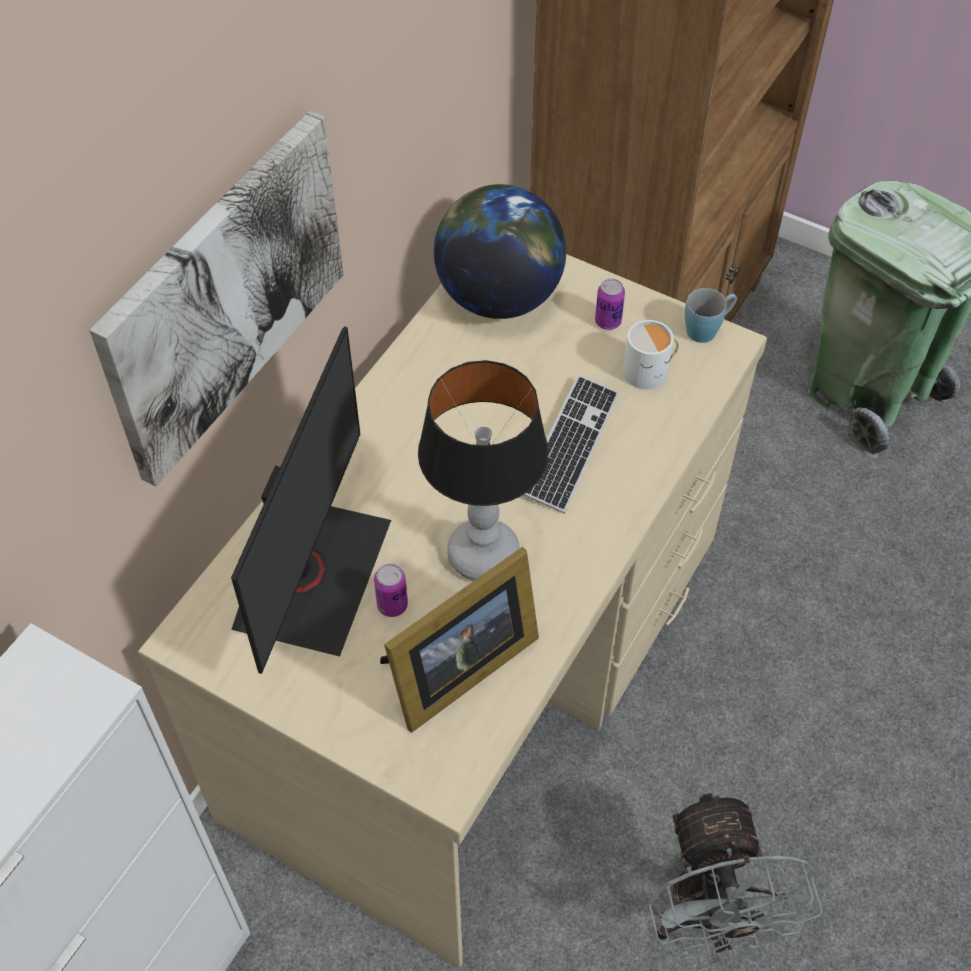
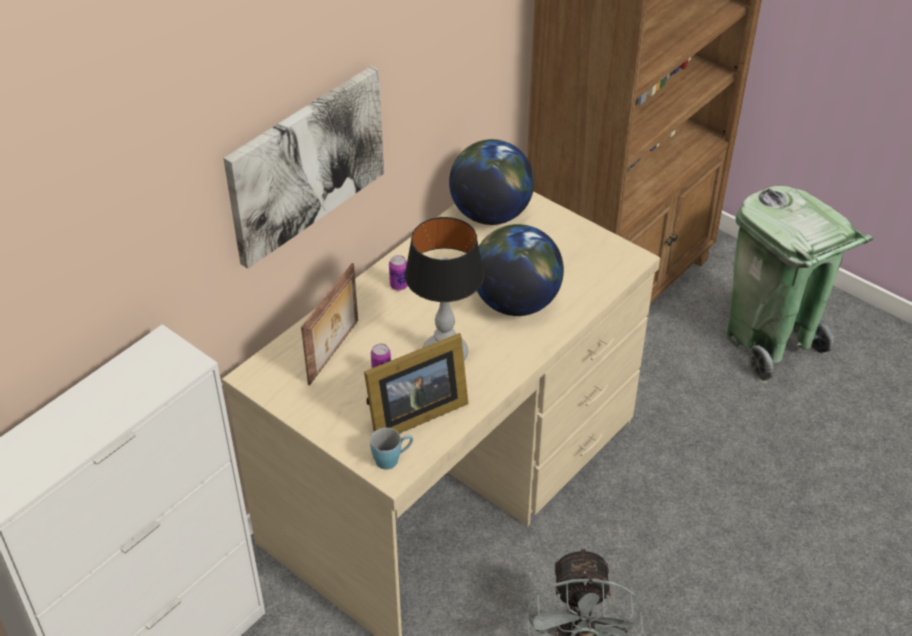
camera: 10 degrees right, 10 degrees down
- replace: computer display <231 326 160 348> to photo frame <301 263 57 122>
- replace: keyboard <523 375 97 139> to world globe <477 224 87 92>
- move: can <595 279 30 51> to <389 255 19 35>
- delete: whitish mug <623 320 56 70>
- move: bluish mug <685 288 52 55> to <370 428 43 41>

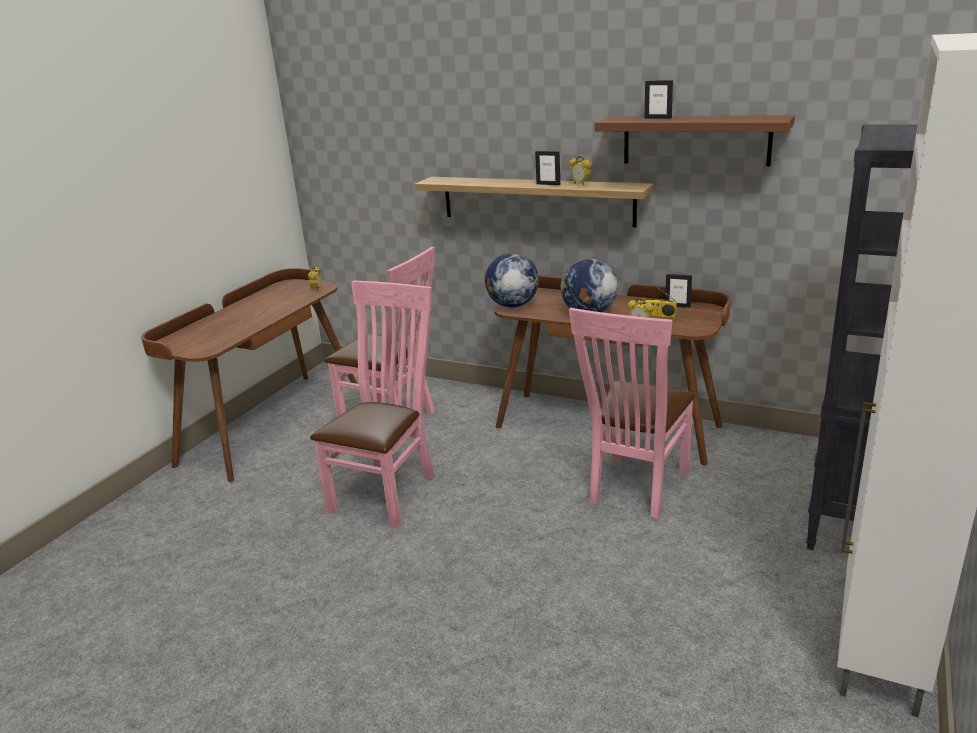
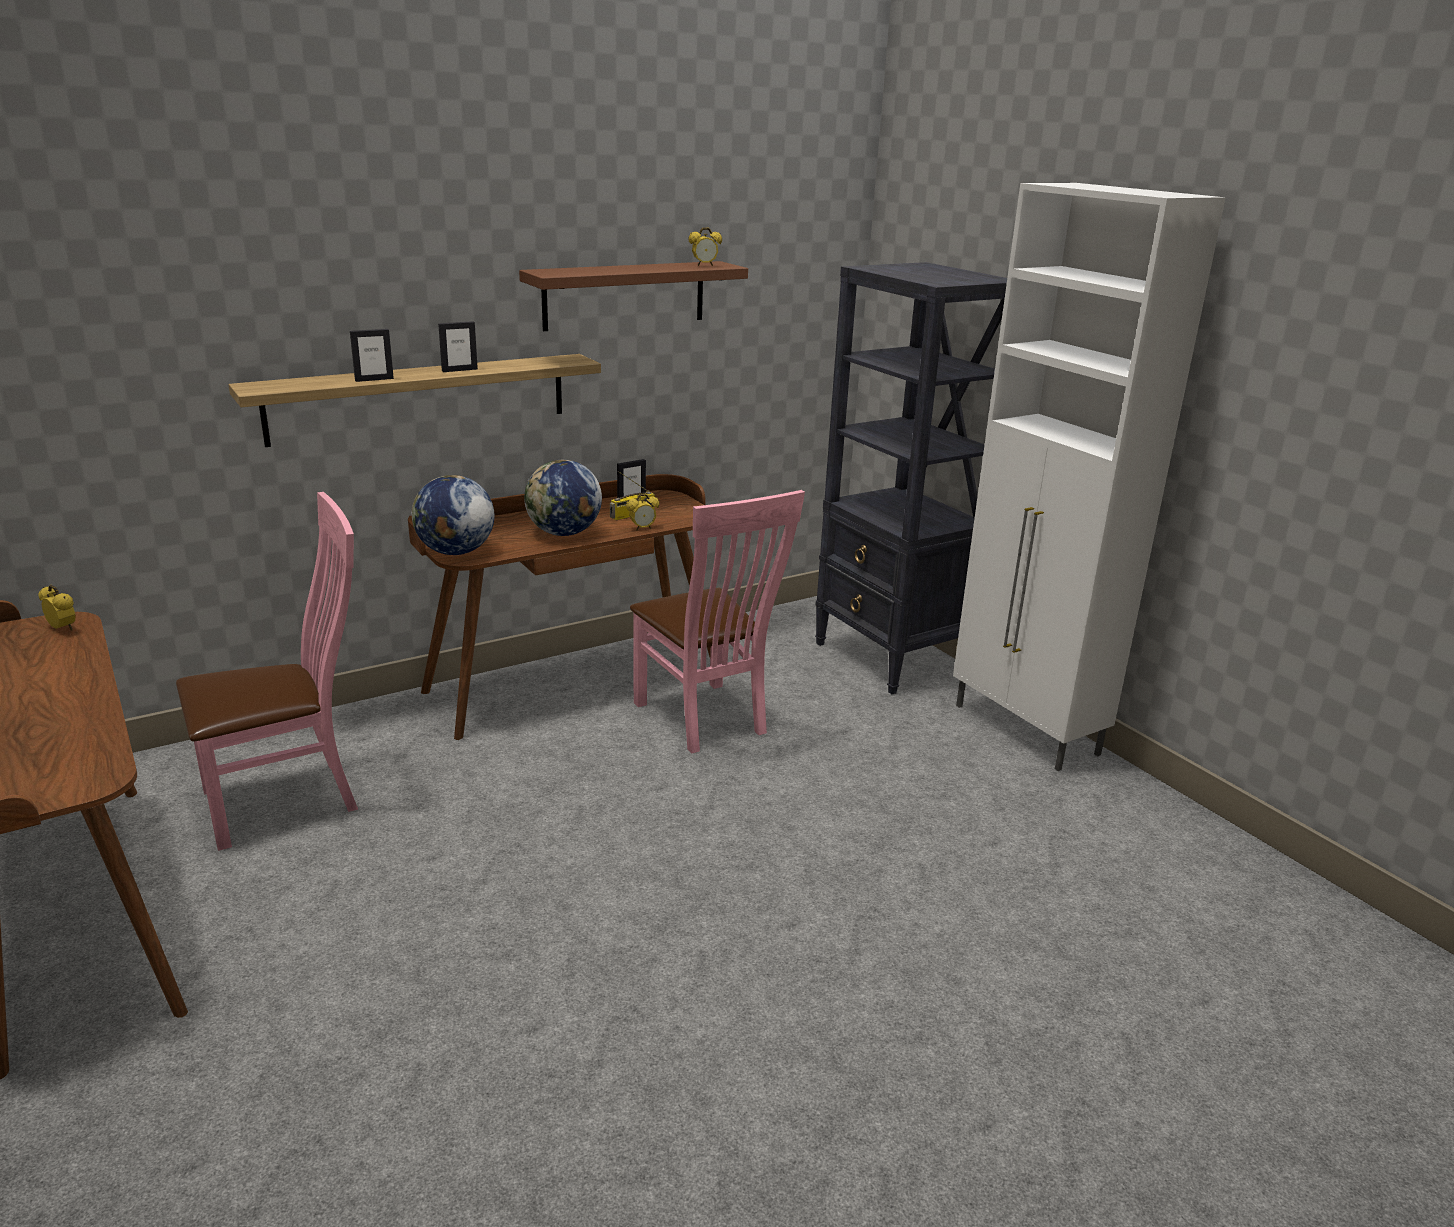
camera: 60 degrees left, 0 degrees up
- delete: pink-coloured chair <310 280 125 248>
- move: alarm clock <569 156 23 29> to <688 227 34 39>
- move: photo frame <645 80 28 39> to <350 329 44 53>

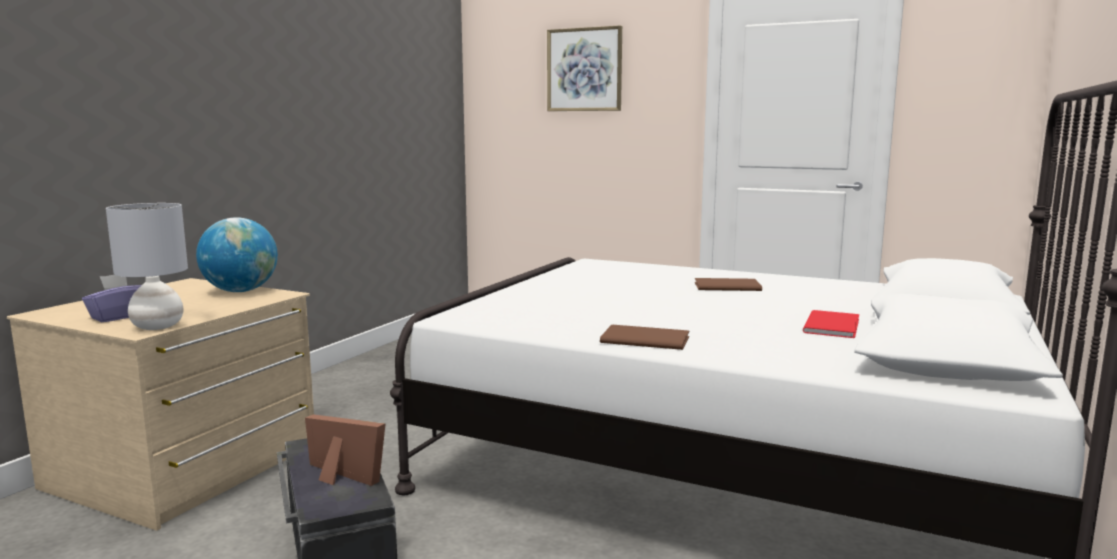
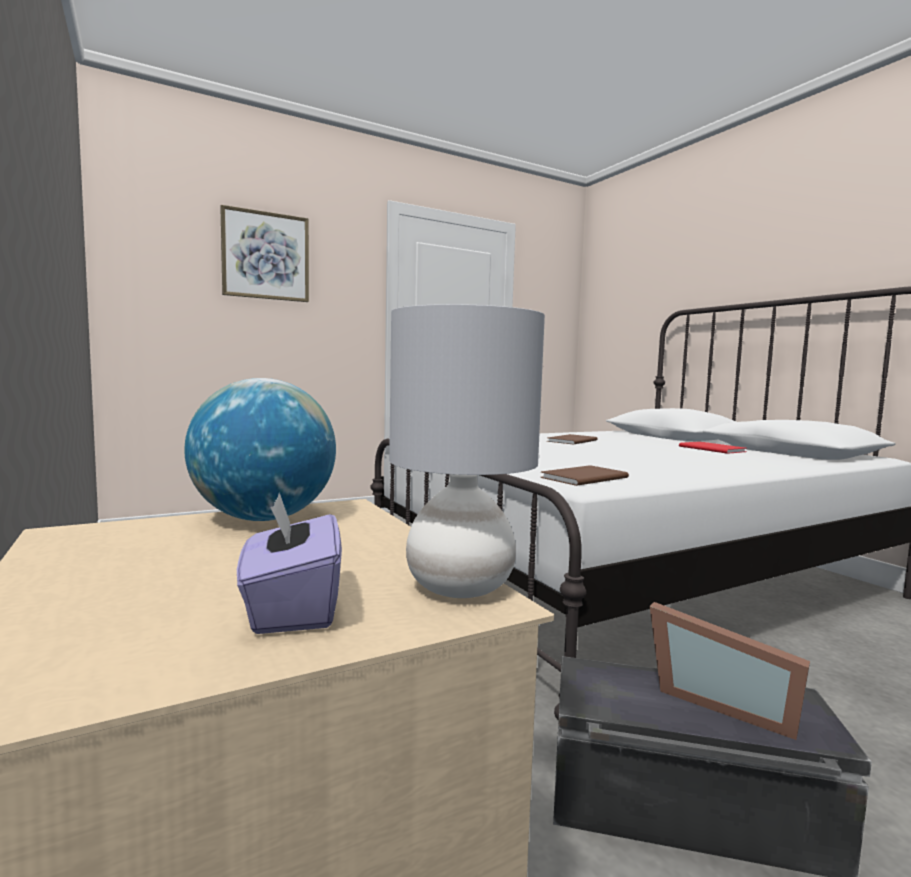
camera: 55 degrees left, 5 degrees down
- rotate: photo frame <305 414 81 72> = <650 602 160 138> 120 degrees counterclockwise
- move: brownish bound book <600 325 89 25> to <541 465 88 21>

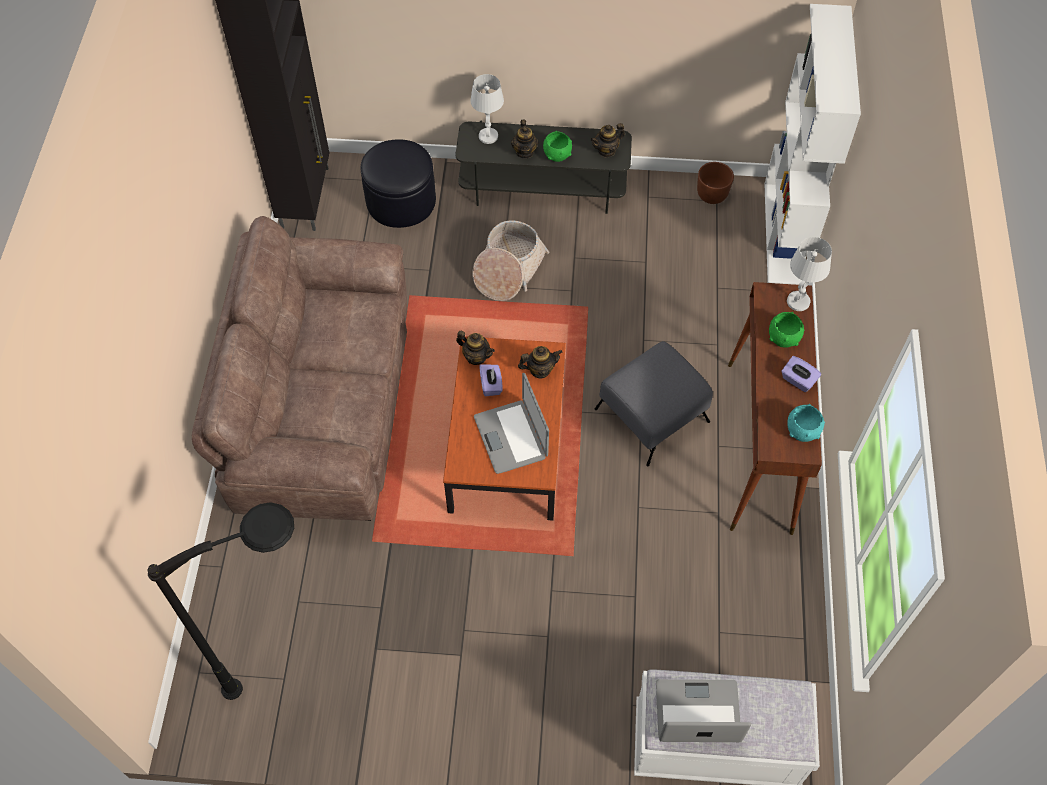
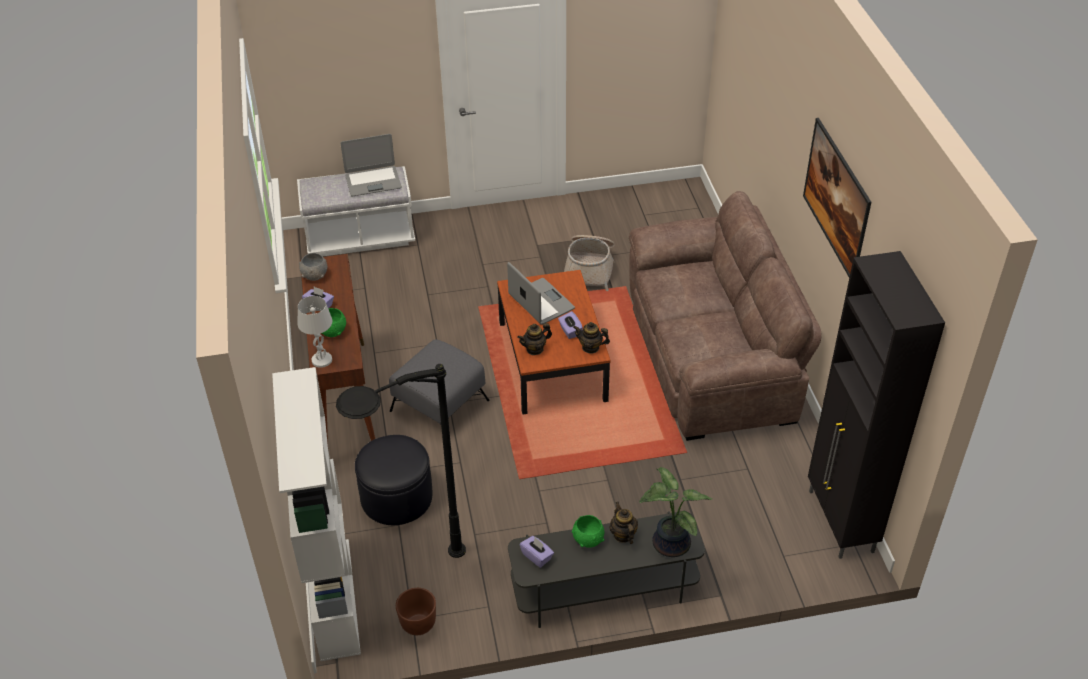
camera: 165 degrees right, 15 degrees down
- move: black standard lamp <148 502 146 198> to <336 364 130 194>
- move: black ottoman <361 139 75 89> to <355 435 77 90>
- replace: whitish tabletop lamp <470 74 34 70> to houseplant <639 467 73 90>
- move: household basket <473 220 76 81> to <564 235 51 56>
- replace: tea pot <591 123 34 35> to purple tissue box <520 536 34 32>
- recolor: turquoise-coloured serving bowl <787 404 38 38> to gray serving bowl <299 253 28 28>
- insert: wall art <803 118 68 159>

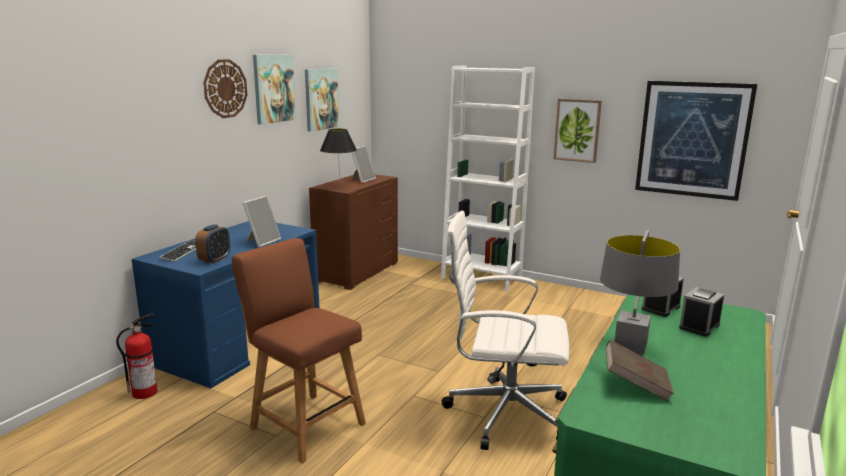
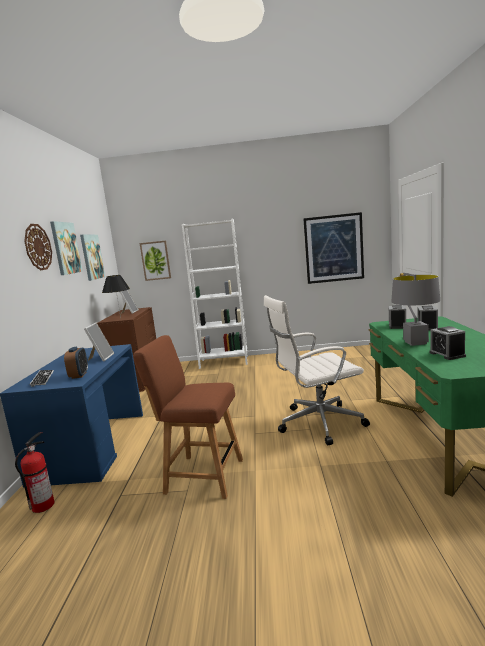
camera: 25 degrees left, 5 degrees down
- move: wall art <554 98 48 65> to <140 241 31 40>
- replace: brownish bound book <605 340 69 61> to alarm clock <430 326 36 34>

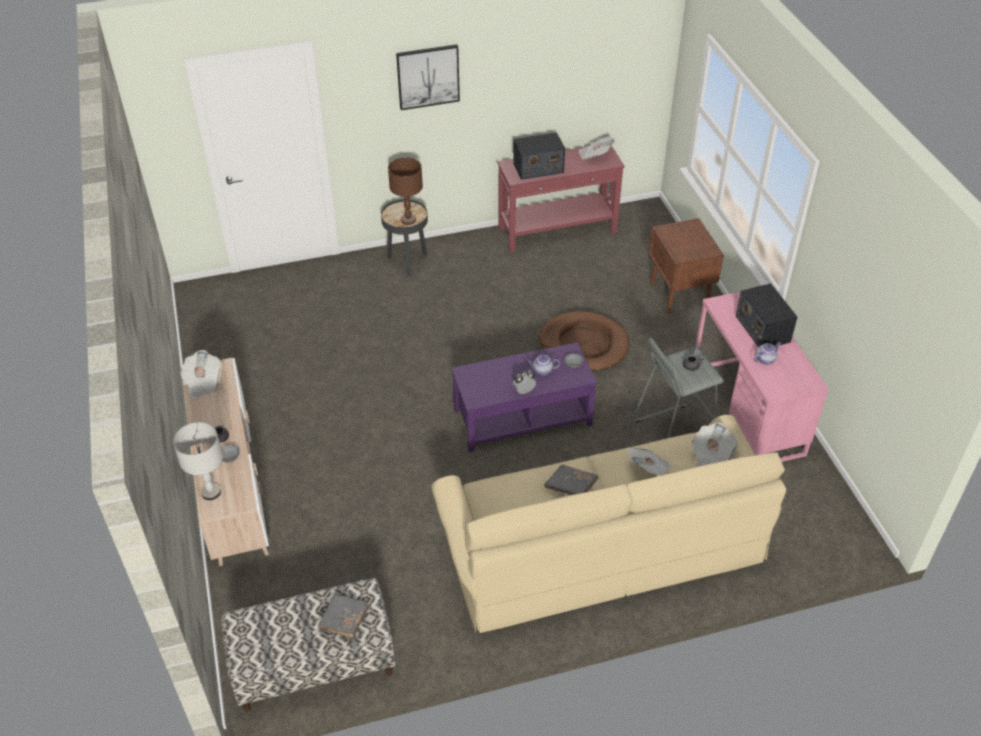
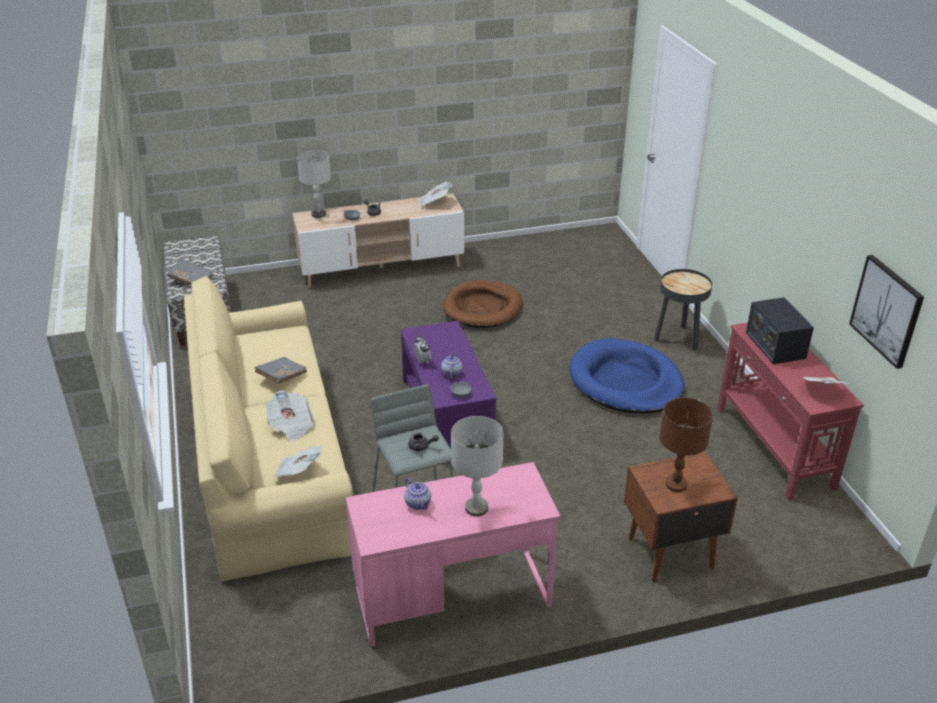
camera: 90 degrees right, 10 degrees down
- move: brownish tabletop lamp <388 157 35 68> to <660 397 53 95>
- move: wall art <396 44 64 66> to <849 255 75 114>
- move: brownish pet bed <539 311 90 60> to <443 280 79 48>
- replace: radio <736 283 61 64> to gray tabletop lamp <451 416 53 101>
- insert: bluish pet bed <570 338 114 76>

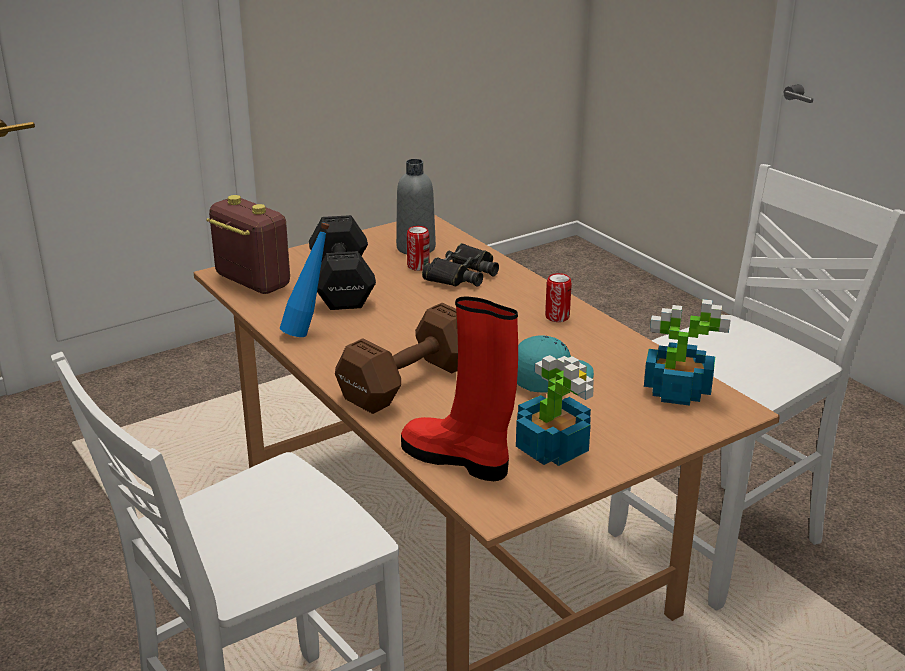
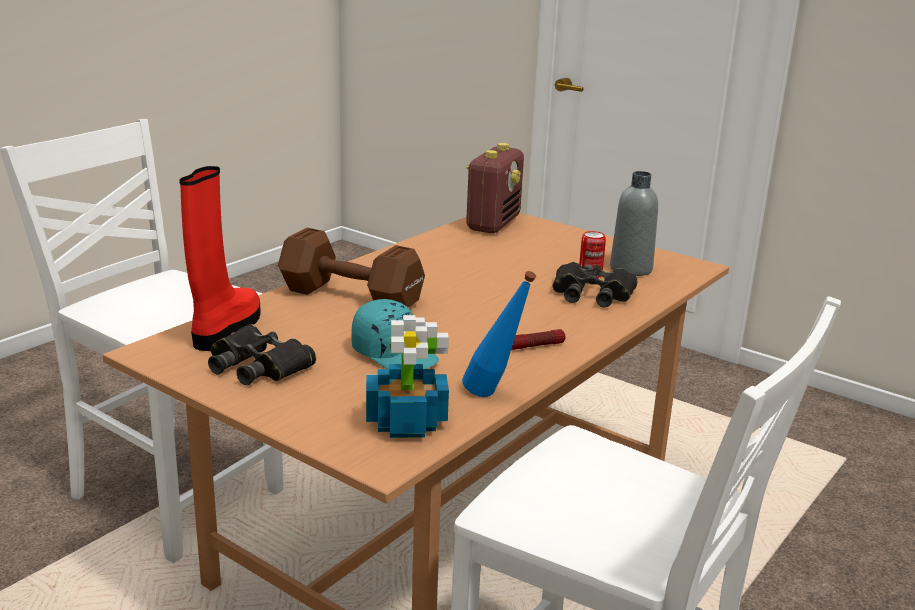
camera: 70 degrees right, 5 degrees down
- move: bluish beverage bottle <280 222 50 115> to <462 271 74 126>
- delete: black hand weight <309 215 67 95>
- replace: houseplant <516 355 78 111> to black pair of binoculars <208 324 108 61>
- replace: can <545 273 27 49> to torch <511 329 54 21>

